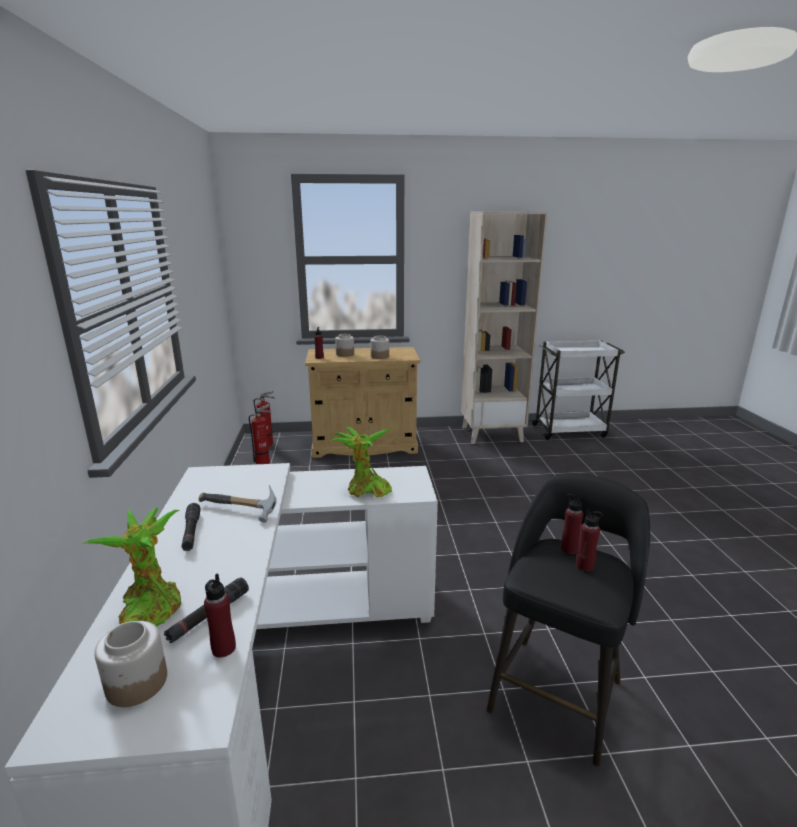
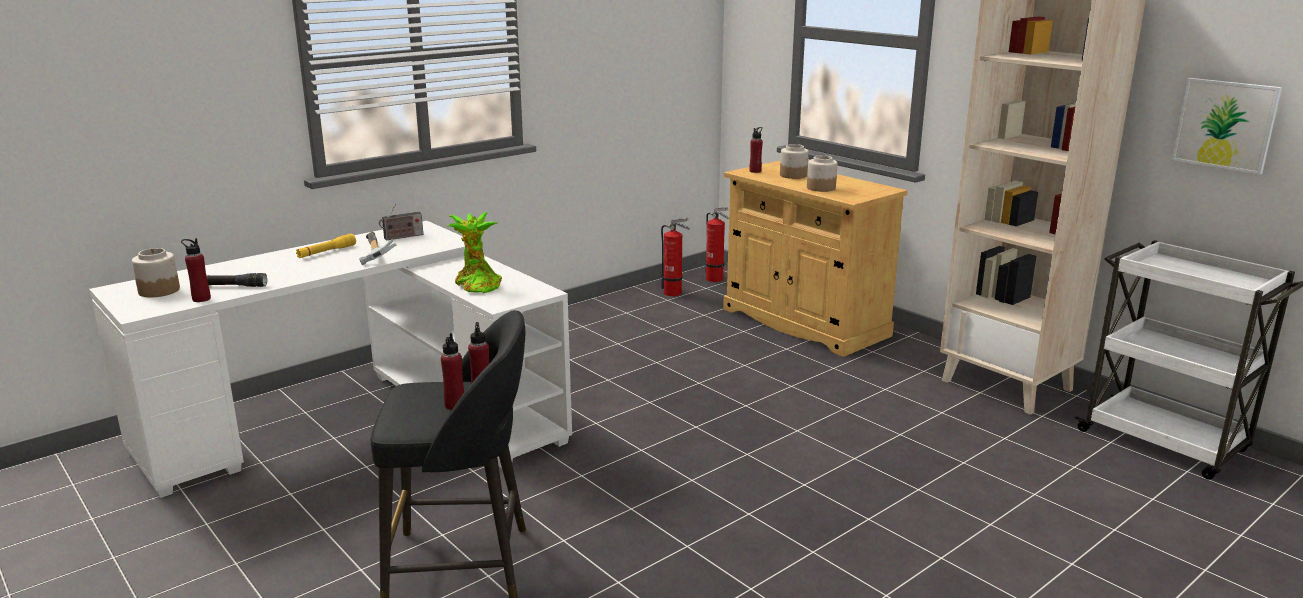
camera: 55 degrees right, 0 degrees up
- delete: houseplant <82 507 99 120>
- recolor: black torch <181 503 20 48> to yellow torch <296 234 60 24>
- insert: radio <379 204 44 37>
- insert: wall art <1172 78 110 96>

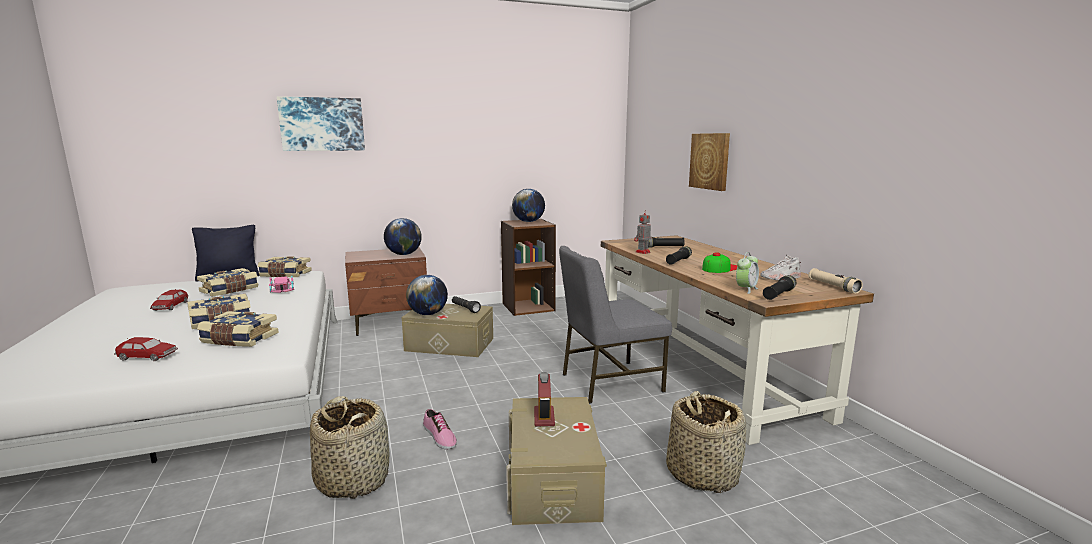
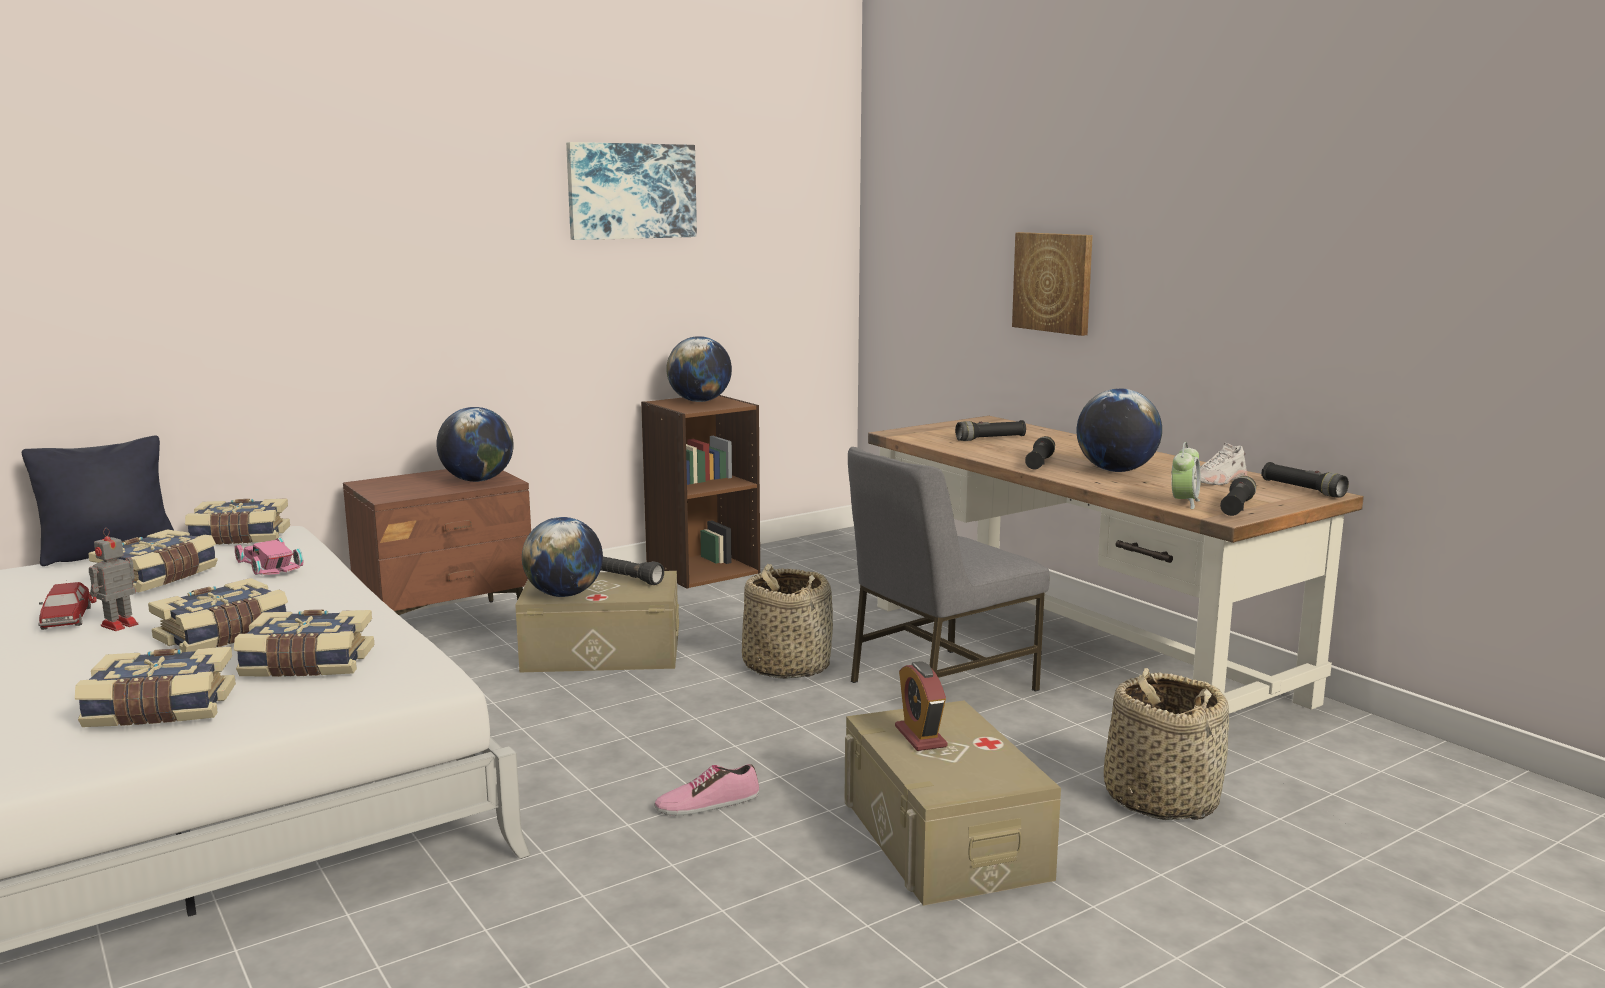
camera: 15 degrees left, 0 degrees up
- replace: miniature car <114 337 64 24> to bound book <75 647 161 80>
- move: wall art <277 96 88 55> to <566 142 131 98>
- move: household basket <310 396 79 103> to <742 564 91 115>
- rotate: low shoe <423 409 34 40> = <655 764 104 52> 120 degrees clockwise
- move: robot figure <634 210 17 44> to <89 528 49 103>
- replace: cap <702 252 35 21> to world globe <1077 388 85 84>
- recolor: beige torch <808 268 55 25> to black torch <1261 462 88 36>

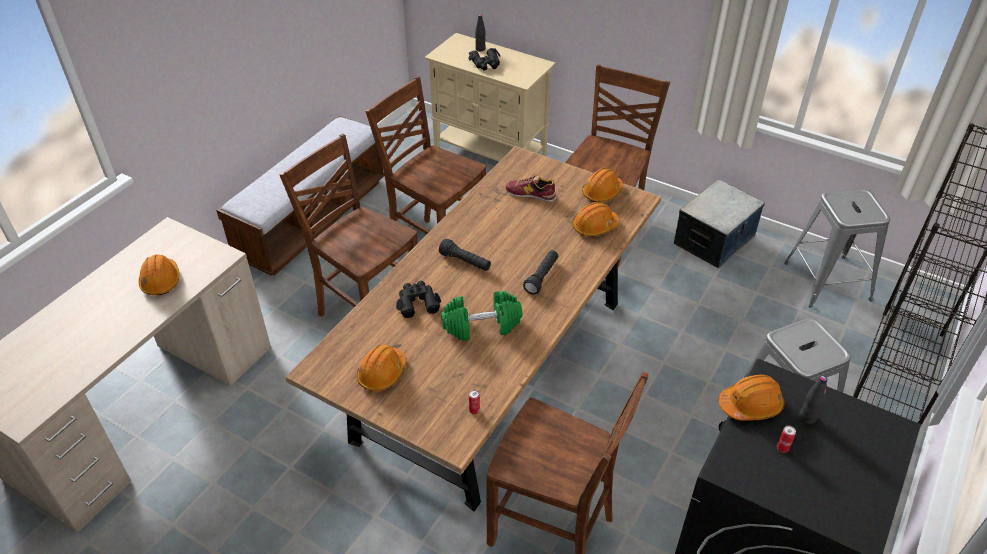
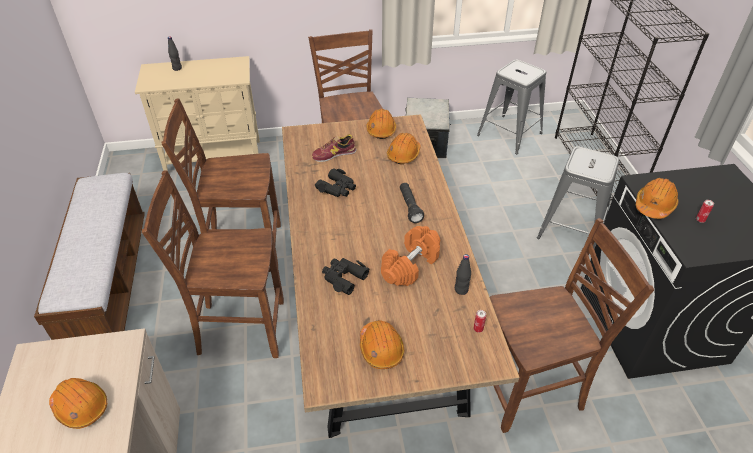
camera: 40 degrees left, 0 degrees up
- delete: black torch <439 239 52 32>
- recolor: greenish hand weight <441 291 81 50> to orange hand weight <381 226 59 60>
- move: black pair of binoculars <468 48 32 23> to <315 168 41 29>
- move: black beverage bottle <799 376 28 48> to <455 254 16 41>

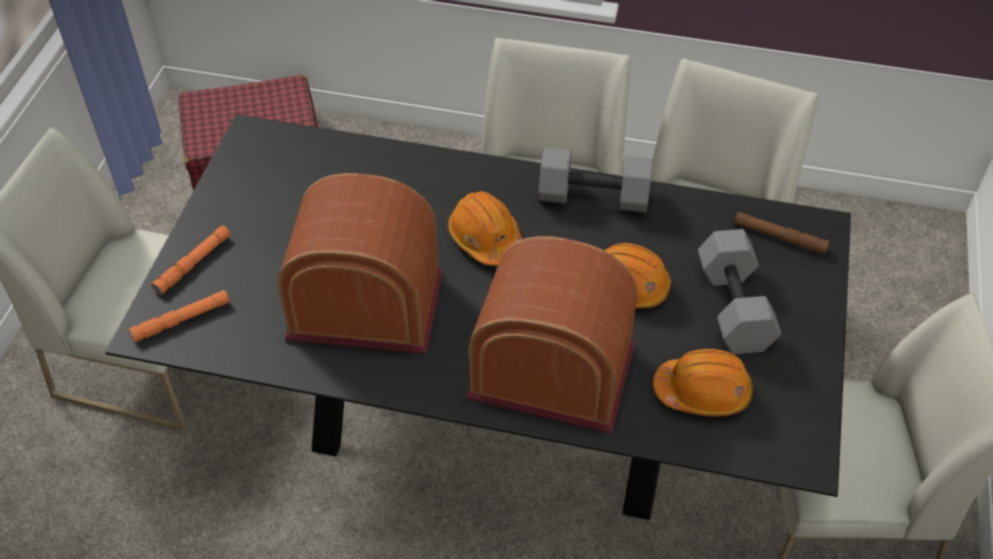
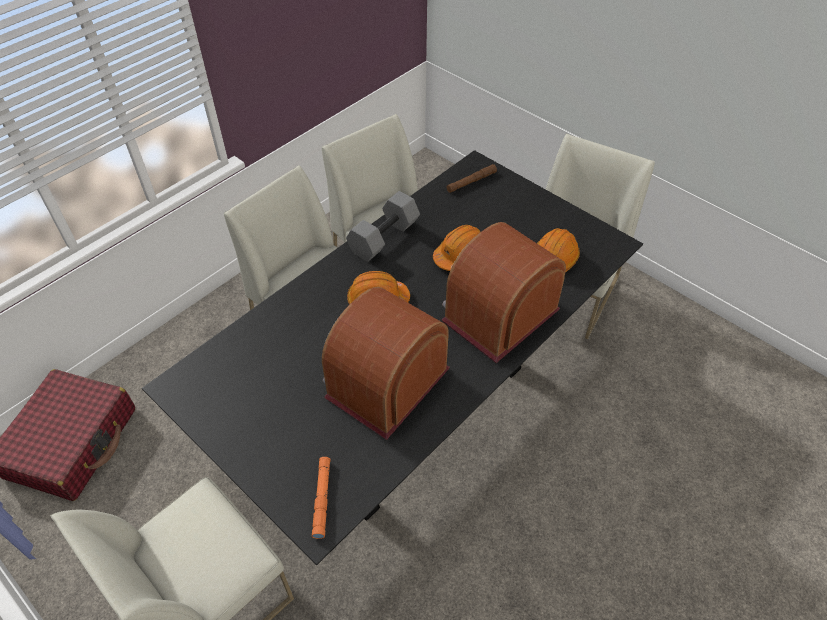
camera: 60 degrees left, 0 degrees up
- delete: orange torch <151 225 80 70>
- delete: gray hand weight <698 229 83 125>

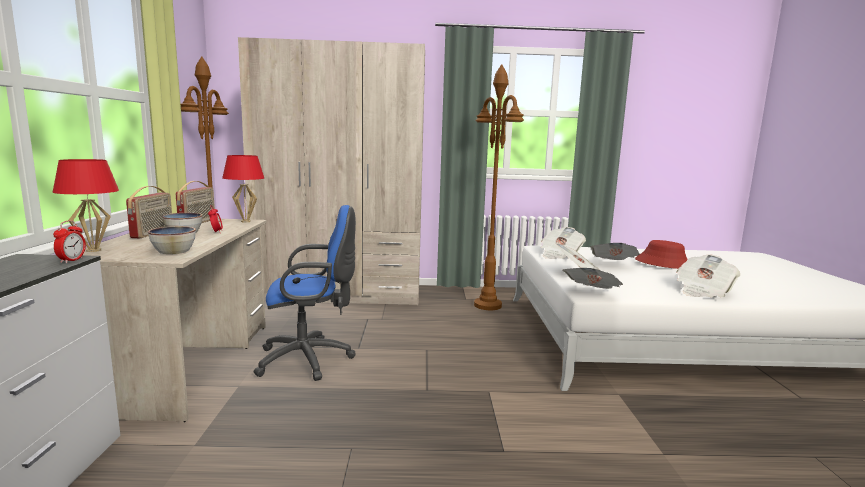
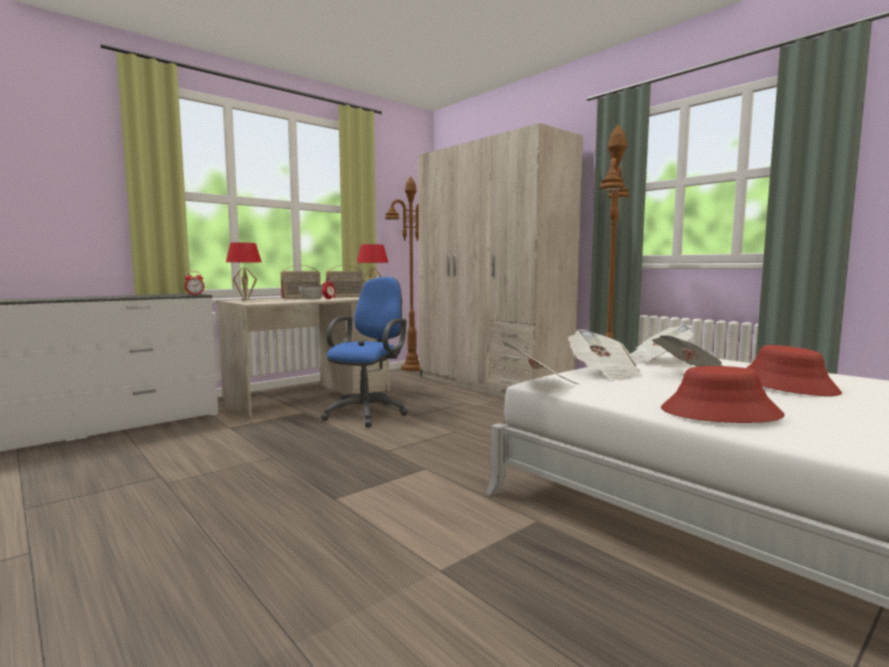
camera: 50 degrees right, 5 degrees down
- delete: serving bowl <148 226 48 28>
- rotate: bluish desk chair <253 205 103 176> = <320 277 88 150> 105 degrees counterclockwise
- replace: printed paper <677 255 63 42> to red hat <661 366 124 57>

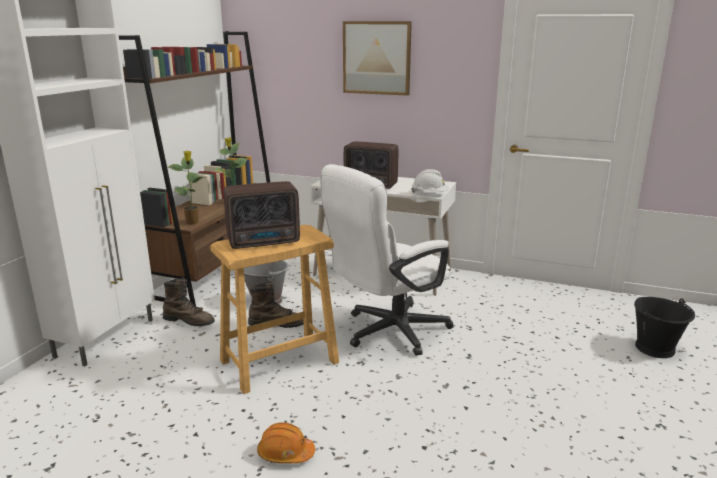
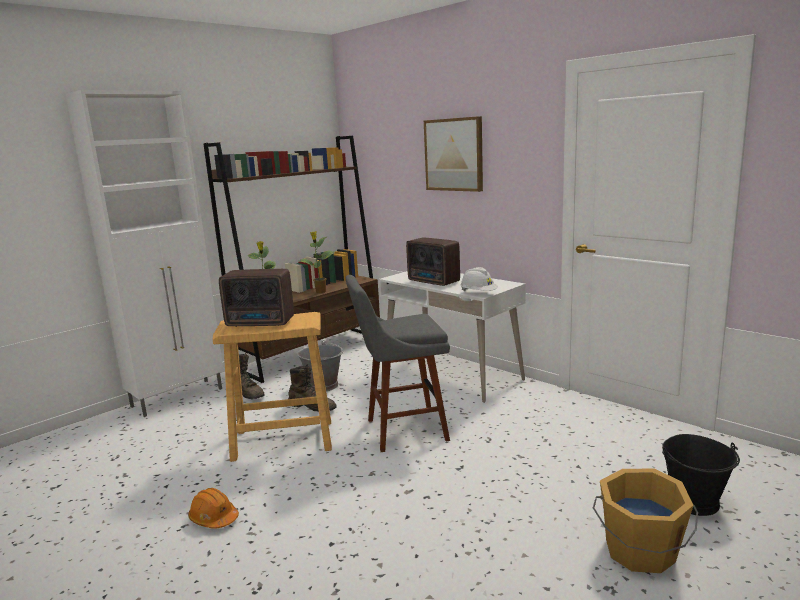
camera: 25 degrees right, 5 degrees down
- replace: whitish desk chair <320 164 134 192> to gray sitting stool <346 275 104 177>
- insert: orange bucket <593 468 105 105>

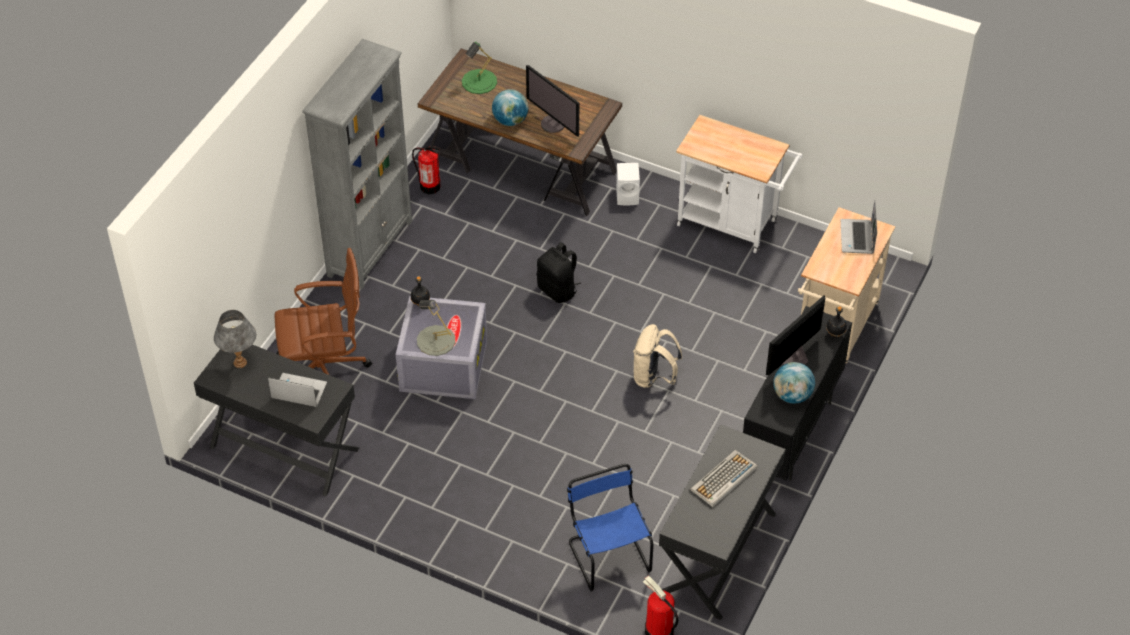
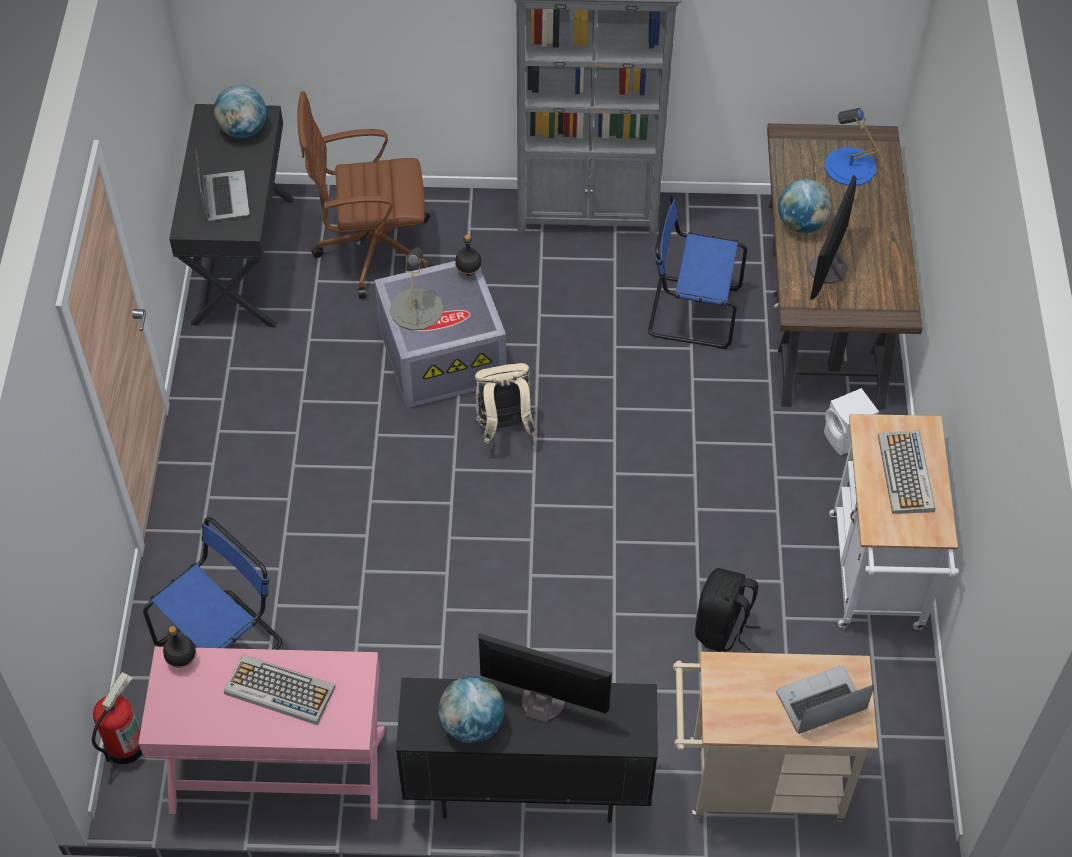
camera: 65 degrees right, 5 degrees up
- replace: gray tabletop lamp <214 310 42 58> to world globe <214 85 52 53>
- rotate: brownish desk chair <275 248 97 127> = <298 91 134 208> 120 degrees clockwise
- delete: fire-fighting cylinder <412 146 28 48>
- recolor: greenish tabletop lamp <462 42 35 52> to bluish tabletop lamp <825 108 56 78>
- move: black knapsack <537 242 44 61> to <695 568 65 84>
- move: beige knapsack <633 324 49 65> to <474 363 63 81>
- recolor: black desk <659 424 127 196> to pink-coloured desk <138 647 247 173>
- move: black beverage bottle <826 306 21 31> to <163 626 33 42>
- insert: bluish chair <648 195 99 154>
- insert: keyboard <878 430 58 84>

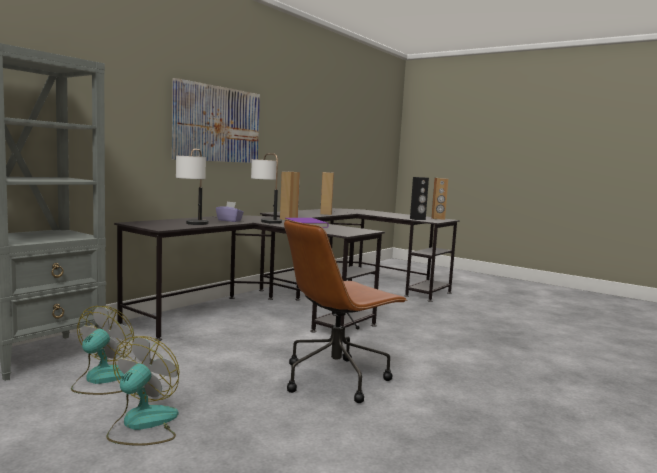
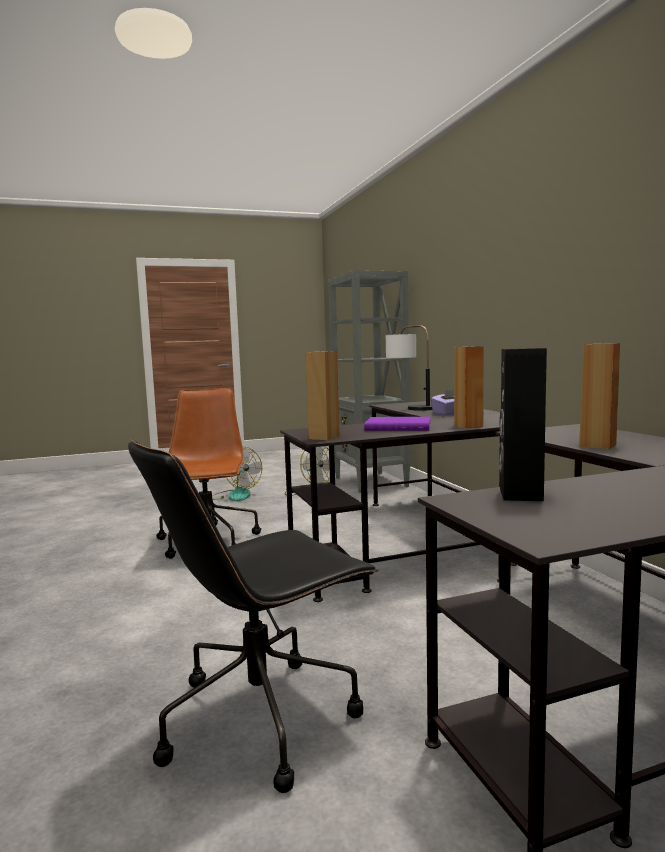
camera: 125 degrees right, 0 degrees up
- delete: wall art <172 78 88 85>
- delete: tabletop lamp <251 153 31 71>
- move: brownish loudspeaker <431 178 17 42> to <305 351 35 89>
- insert: black desk chair <128 439 250 354>

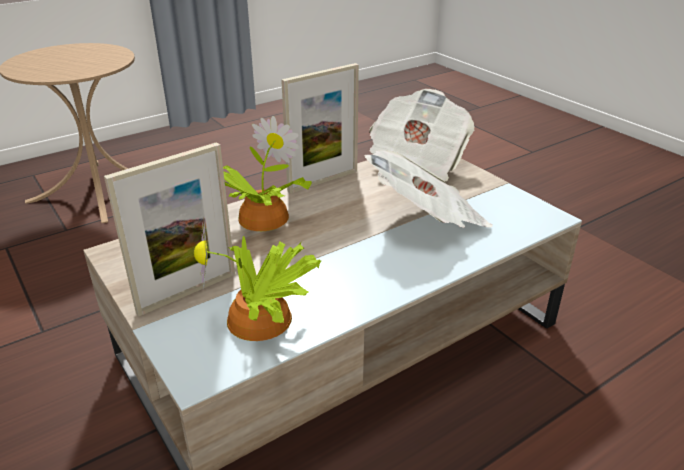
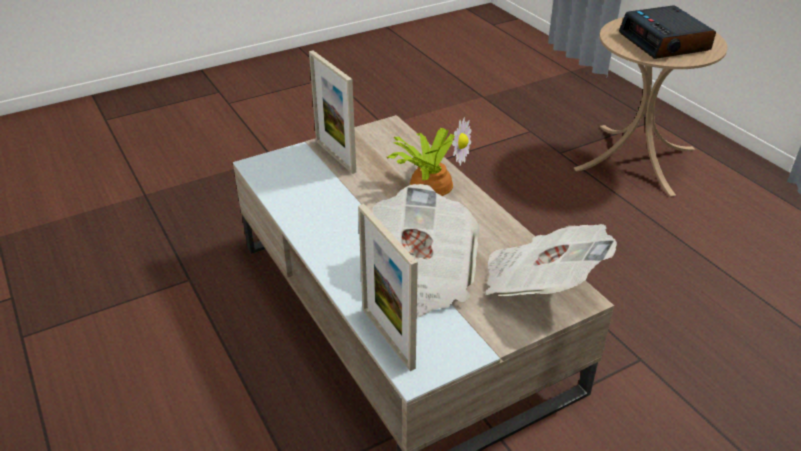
camera: 95 degrees right, 5 degrees up
- delete: houseplant <194 217 127 124>
- move: photo frame <281 63 78 130> to <358 204 60 167>
- insert: alarm clock <619 5 97 54>

